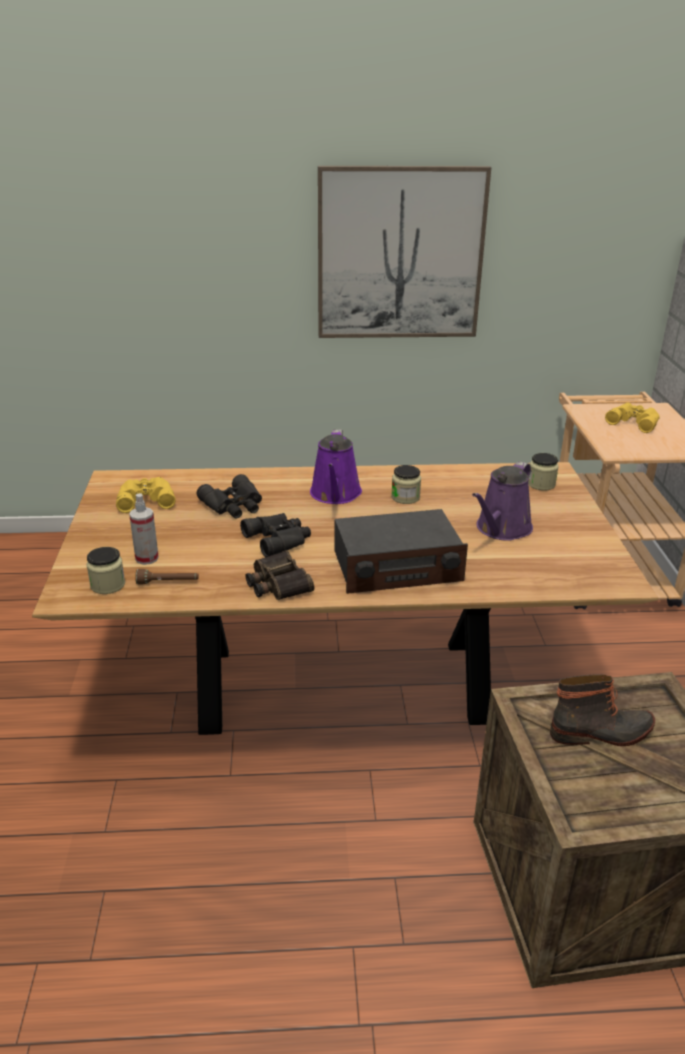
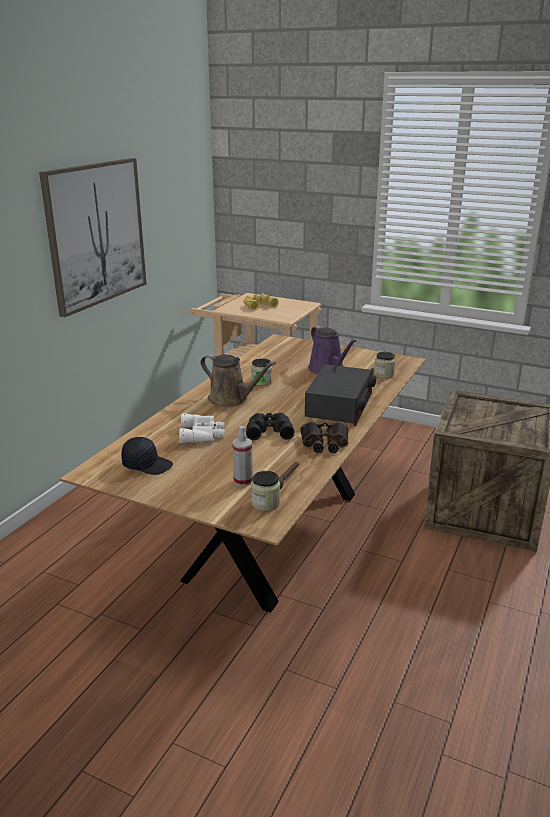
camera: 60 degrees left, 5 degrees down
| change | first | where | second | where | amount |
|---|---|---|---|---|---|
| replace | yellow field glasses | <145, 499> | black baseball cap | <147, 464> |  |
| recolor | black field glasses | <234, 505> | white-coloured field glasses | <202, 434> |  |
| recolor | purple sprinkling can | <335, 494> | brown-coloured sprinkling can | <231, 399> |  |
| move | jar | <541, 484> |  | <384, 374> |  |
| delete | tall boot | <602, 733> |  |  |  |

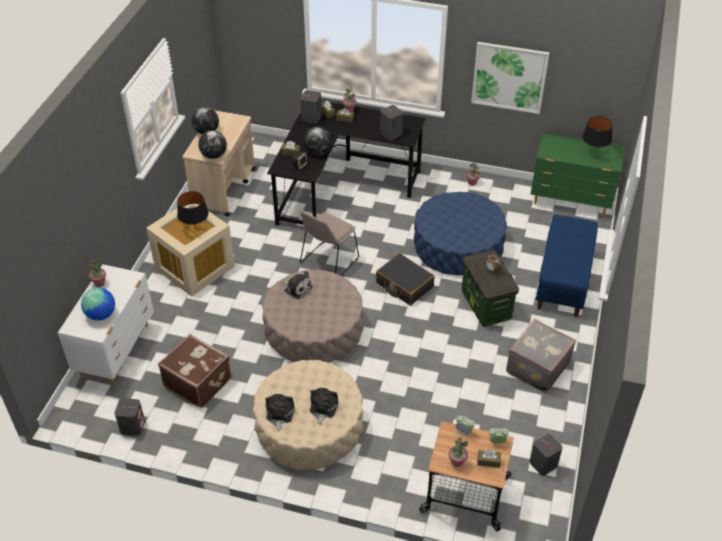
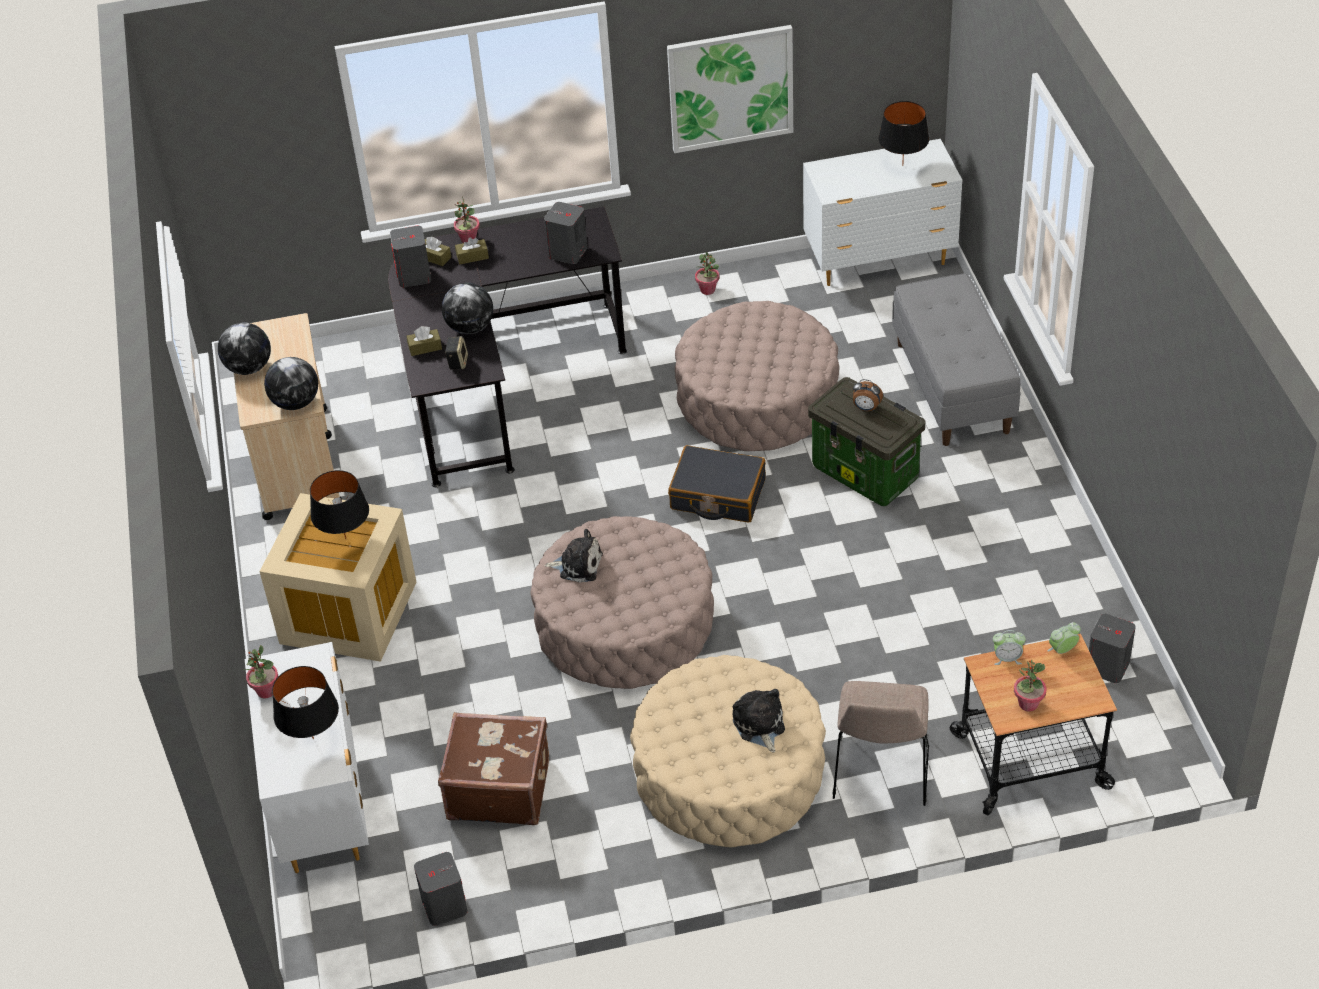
camera: 25 degrees left, 0 degrees up
| change | first | where | second | where | amount |
|---|---|---|---|---|---|
| replace | world globe | <101, 315> | black table lamp | <313, 738> |  |
| recolor | blue-coloured pouffe | <458, 246> | beige-coloured pouffe | <757, 399> |  |
| recolor | greenish dresser | <571, 201> | white-coloured dresser | <880, 260> |  |
| move | beige-coloured chair | <328, 262> |  | <881, 773> |  |
| recolor | blue-coloured long seat | <563, 281> | grey long seat | <953, 387> |  |
| delete | soft toy | <279, 414> |  |  |  |
| delete | brown-coloured tissue box | <488, 461> |  |  |  |
| delete | grey suitcase | <536, 367> |  |  |  |

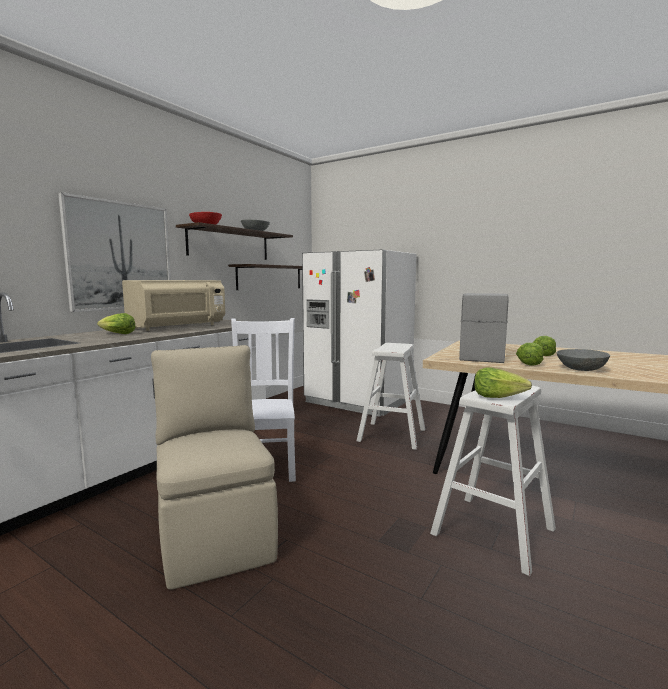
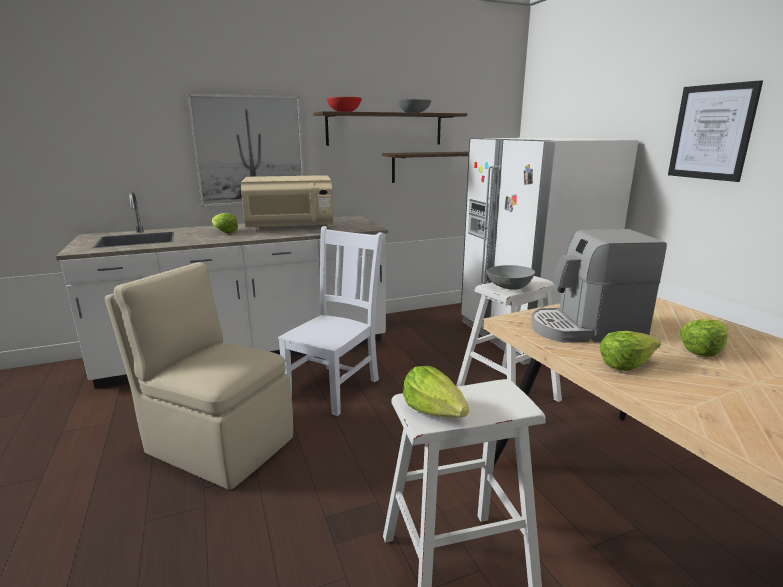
camera: 35 degrees right, 10 degrees up
| change | first | where | second | where | amount |
|---|---|---|---|---|---|
| rotate | beige-coloured chair | <216, 534> |  | <218, 443> | 75 degrees counterclockwise |
| move | grey bowl | <581, 369> |  | <510, 286> |  |
| rotate | coffee machine | <481, 356> |  | <585, 329> | 150 degrees counterclockwise |
| insert |  |  | picture | <712, 132> |  |

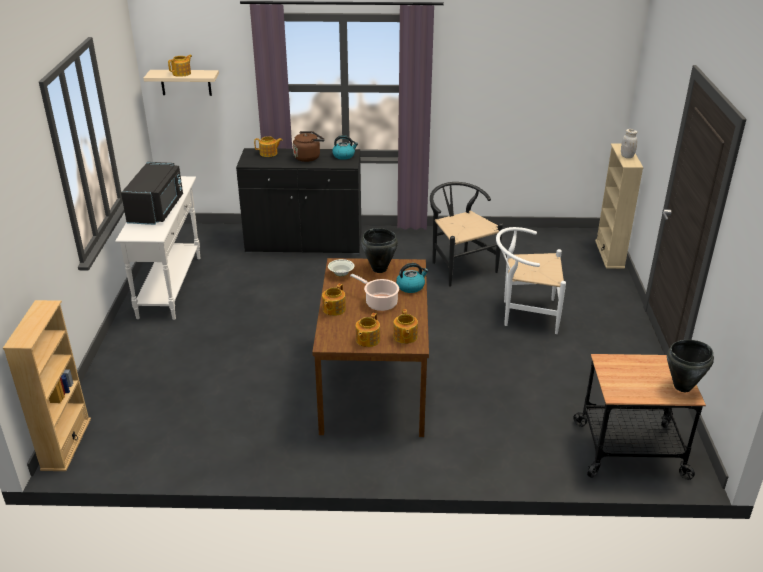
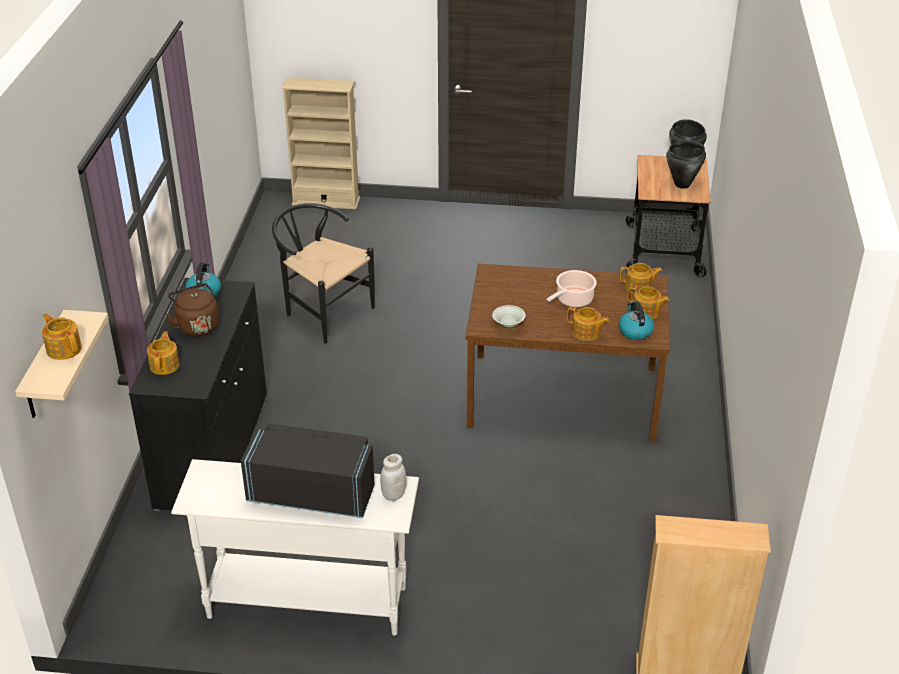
camera: 85 degrees left, 5 degrees up
| change | first | where | second | where | amount |
|---|---|---|---|---|---|
| rotate | black chair | <458, 266> |  | <322, 311> | 60 degrees clockwise |
| move | white-coloured jar | <627, 156> |  | <393, 495> |  |
| move | tea kettle | <411, 286> |  | <635, 331> |  |
| move | black cooking pot | <379, 269> |  | <682, 184> |  |
| delete | white-coloured chair | <524, 314> |  |  |  |

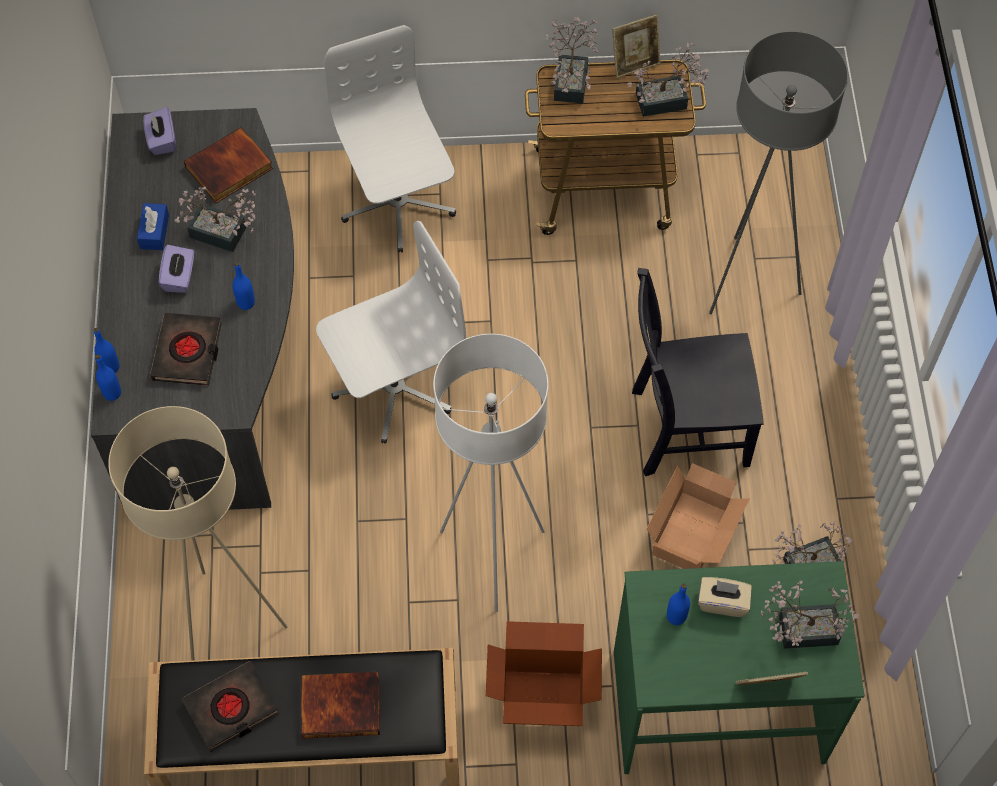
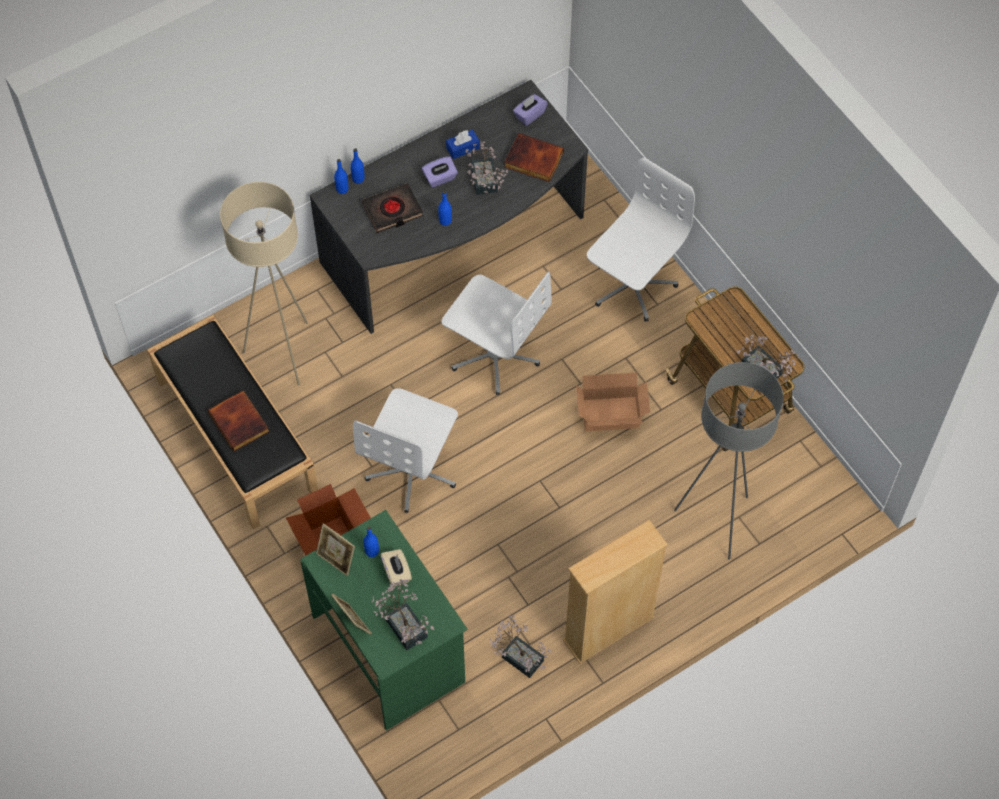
camera: 60 degrees right, 0 degrees up
| change | first | where | second | where | amount |
|---|---|---|---|---|---|
| move | photo frame | <634, 64> |  | <337, 559> |  |
| replace | white-coloured standing lamp | <492, 556> | white-coloured office chair | <412, 470> |  |
| insert |  |  | beige-coloured shelving unit | <608, 629> |  |
| move | cardboard box | <694, 532> |  | <612, 416> |  |
| delete | black bound book | <231, 708> |  |  |  |
| delete | houseplant | <572, 79> |  |  |  |
| delete | black chair | <684, 427> |  |  |  |

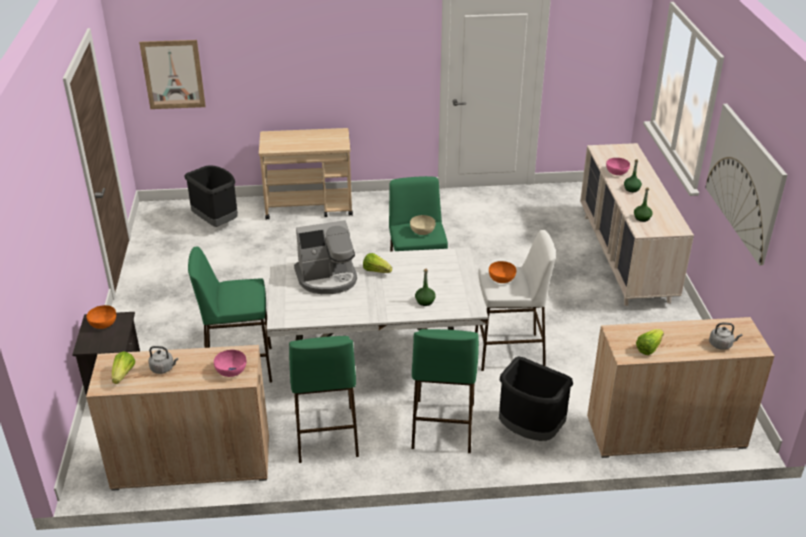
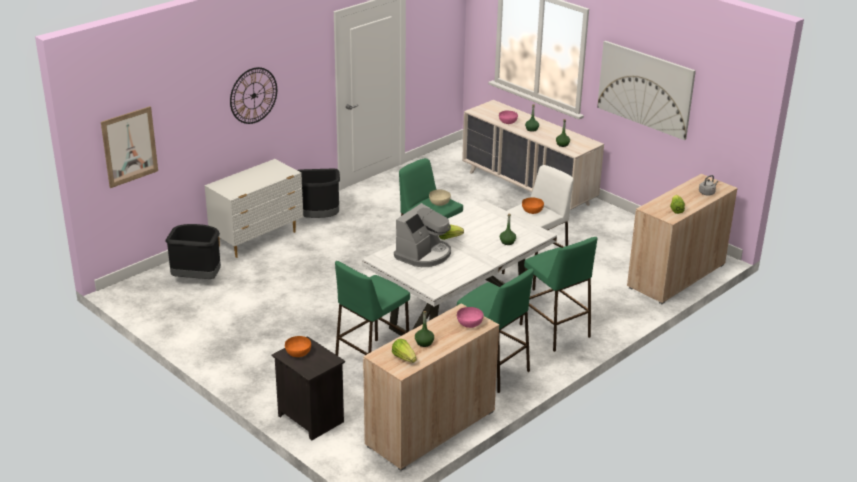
camera: 40 degrees left, 5 degrees down
| change | first | where | second | where | amount |
|---|---|---|---|---|---|
| replace | beige-coloured trolley | <309, 207> | white-coloured dresser | <258, 239> |  |
| insert |  |  | clock on the wall | <253, 95> |  |
| move | black rubbish bin | <529, 431> |  | <319, 218> |  |
| replace | grey tea kettle | <163, 368> | greenish drink bottle | <424, 342> |  |

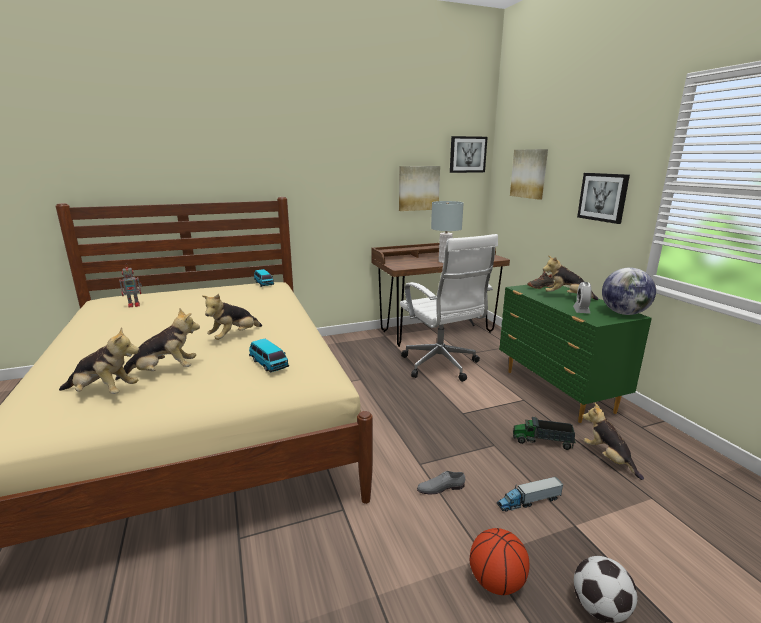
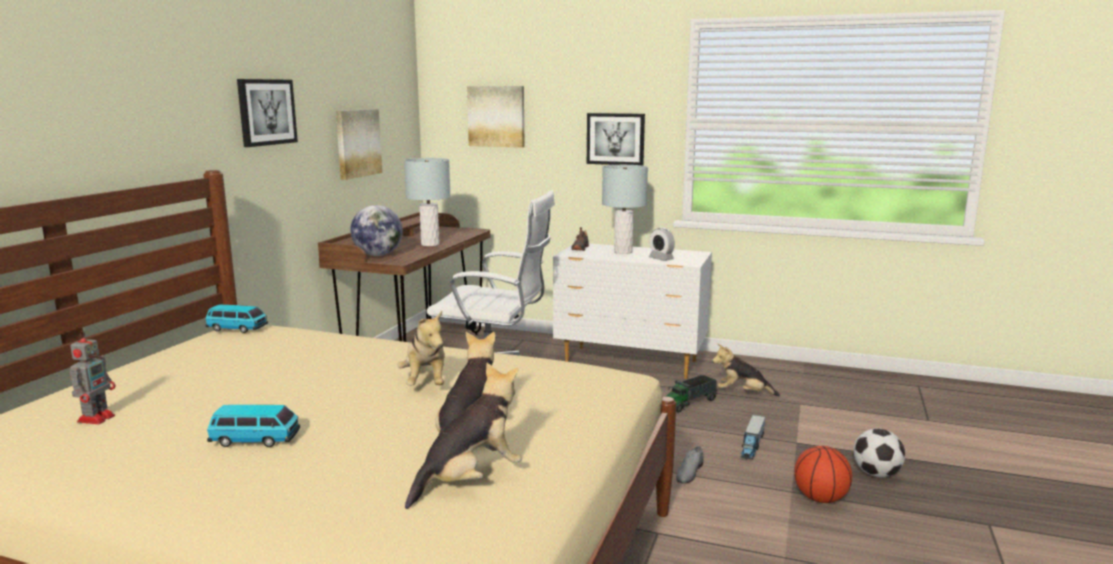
camera: 50 degrees left, 5 degrees down
| change | first | where | second | where | amount |
|---|---|---|---|---|---|
| move | toy car | <269, 364> |  | <255, 440> |  |
| move | picture | <467, 154> |  | <266, 112> |  |
| move | world globe | <623, 313> |  | <378, 255> |  |
| recolor | greenish dresser | <557, 391> | white-coloured dresser | <631, 363> |  |
| replace | soft toy | <566, 297> | grey table lamp | <623, 252> |  |

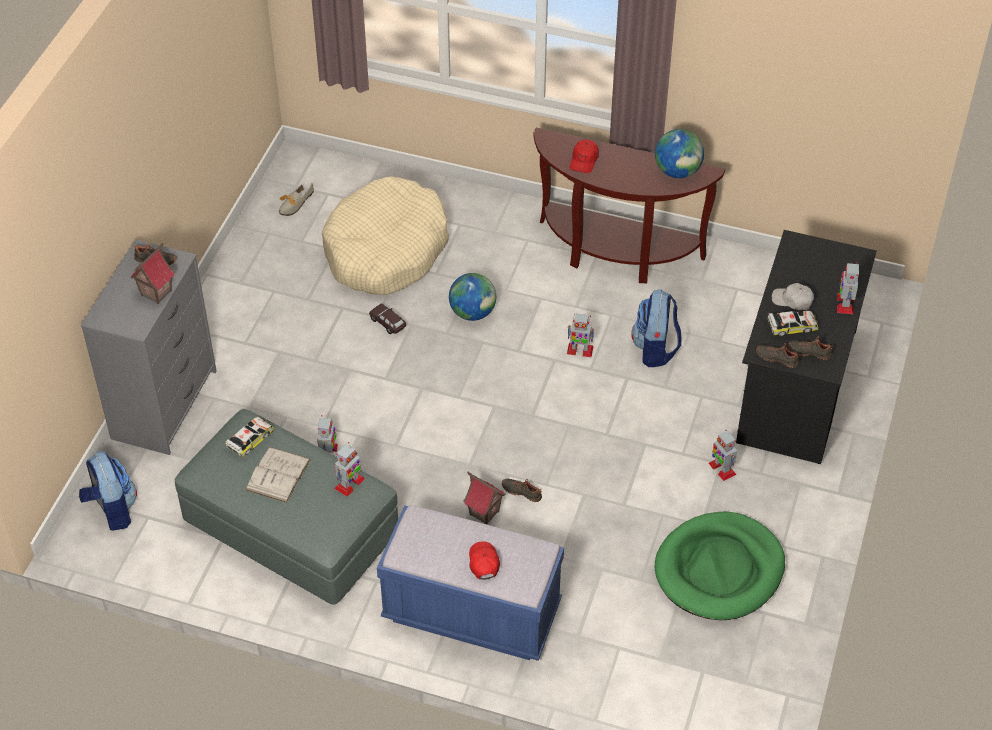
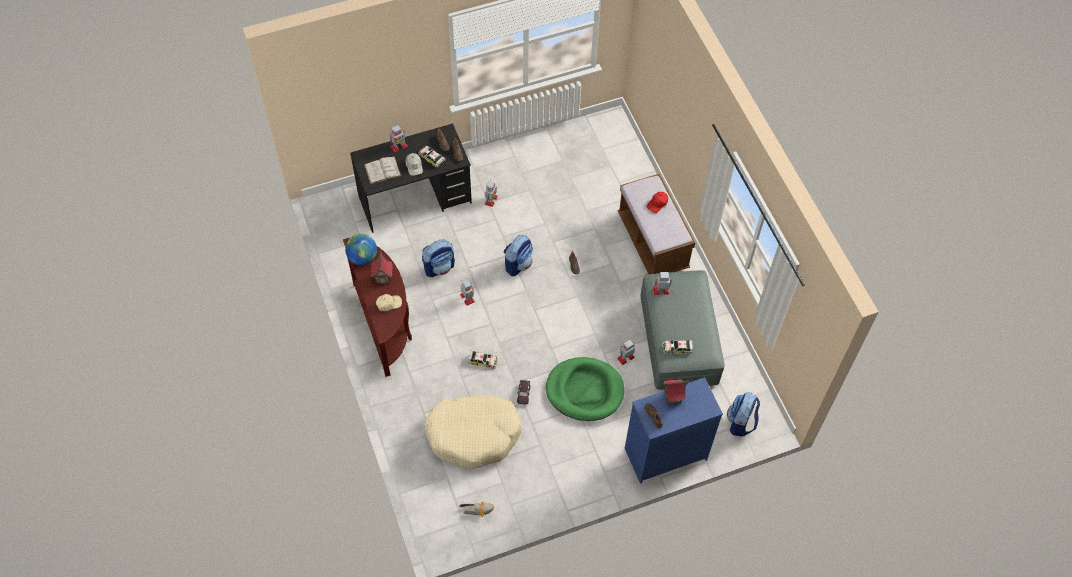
camera: 130 degrees left, 10 degrees up
| change | first | where | second | where | amount |
|---|---|---|---|---|---|
| move | white-coloured bound book | <278, 474> |  | <382, 170> |  |
| move | miniature house | <484, 513> |  | <383, 277> |  |
| recolor | reddish baseball cap | <584, 160> | beige-coloured baseball cap | <388, 304> |  |
| replace | world globe | <472, 312> | toy car | <483, 361> |  |
| insert |  |  | knapsack | <518, 264> |  |
| move | greenish dog cushion | <719, 569> |  | <584, 390> |  |
| recolor | blue-coloured long seat | <471, 613> | brown-coloured long seat | <652, 242> |  |
| recolor | grey dresser | <165, 405> | blue-coloured dresser | <665, 453> |  |

